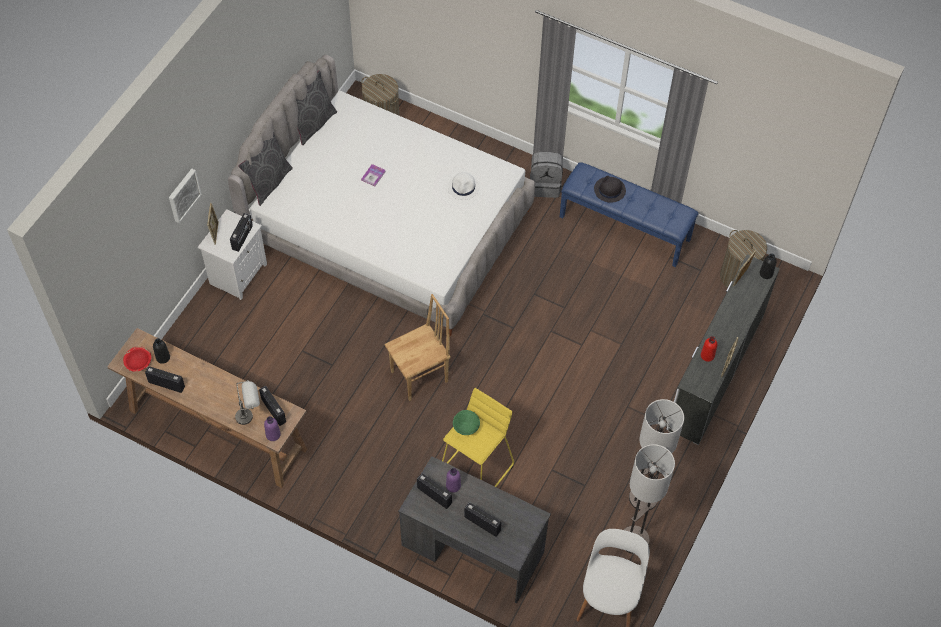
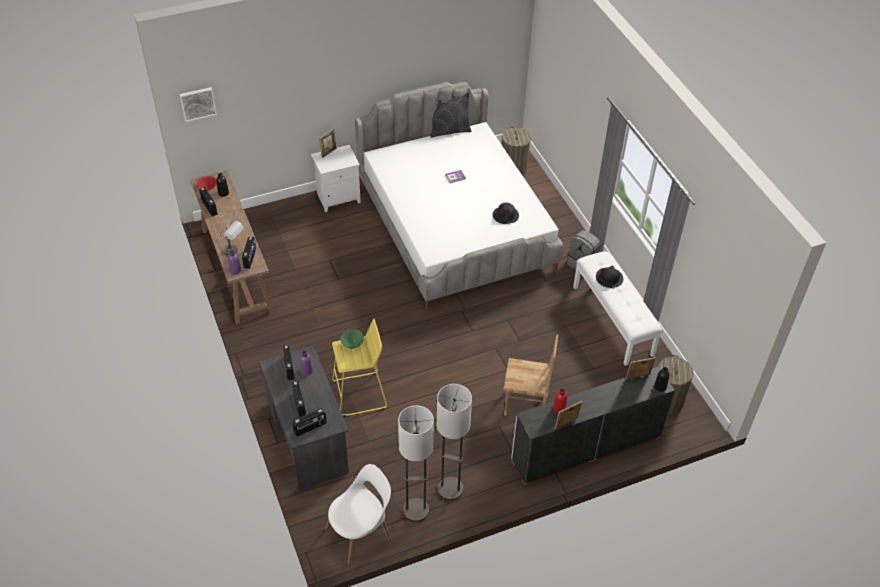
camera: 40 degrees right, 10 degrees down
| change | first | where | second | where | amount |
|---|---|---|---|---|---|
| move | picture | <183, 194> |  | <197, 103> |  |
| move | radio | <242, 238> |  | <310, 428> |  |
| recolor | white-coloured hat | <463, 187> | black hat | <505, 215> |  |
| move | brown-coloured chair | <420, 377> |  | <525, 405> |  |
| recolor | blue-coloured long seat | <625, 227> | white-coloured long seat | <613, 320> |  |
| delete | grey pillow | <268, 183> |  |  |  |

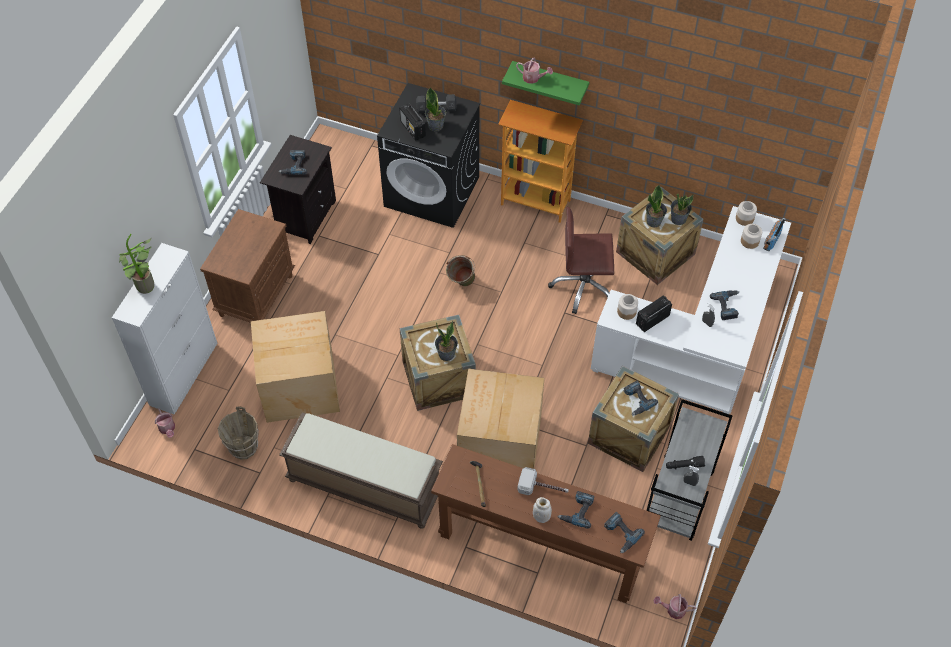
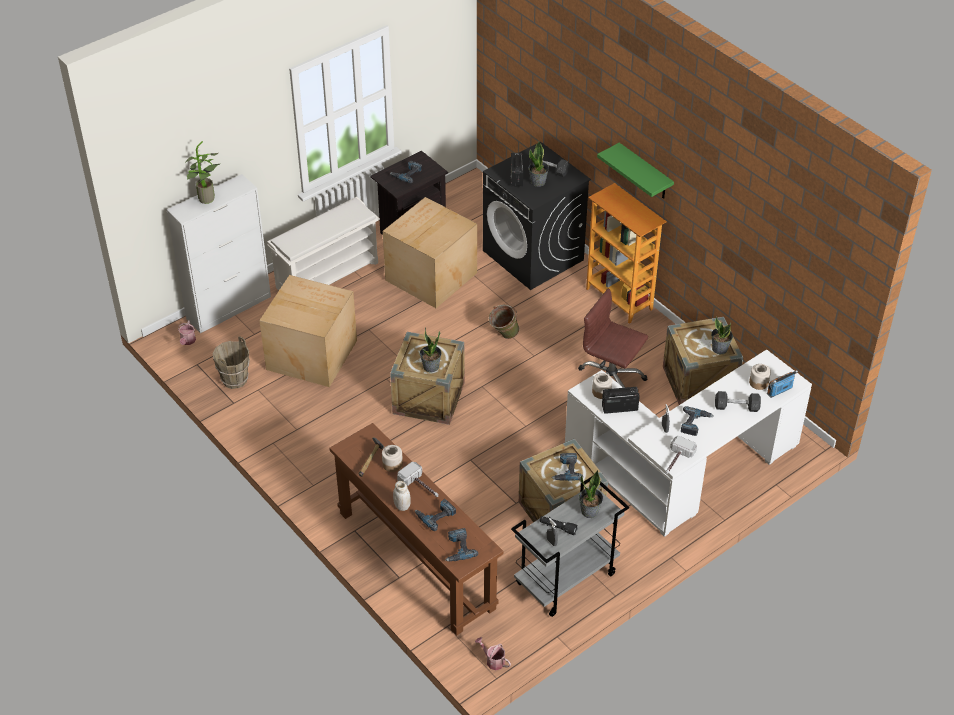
camera: 30 degrees right, 10 degrees down
| change | first | where | second | where | amount |
|---|---|---|---|---|---|
| replace | brown-coloured nightstand | <256, 294> | white-coloured shoe rack | <328, 274> |  |
| move | jar | <744, 219> |  | <392, 464> |  |
| move | cardboard box | <498, 444> |  | <429, 276> |  |
| move | houseplant | <654, 221> |  | <590, 511> |  |
| insert |  |  | hand hammer | <676, 461> |  |
| insert |  |  | grey free weight | <736, 407> |  |
| delete | brown-coloured long seat | <363, 485> |  |  |  |
| delete | sprinkling can | <533, 78> |  |  |  |

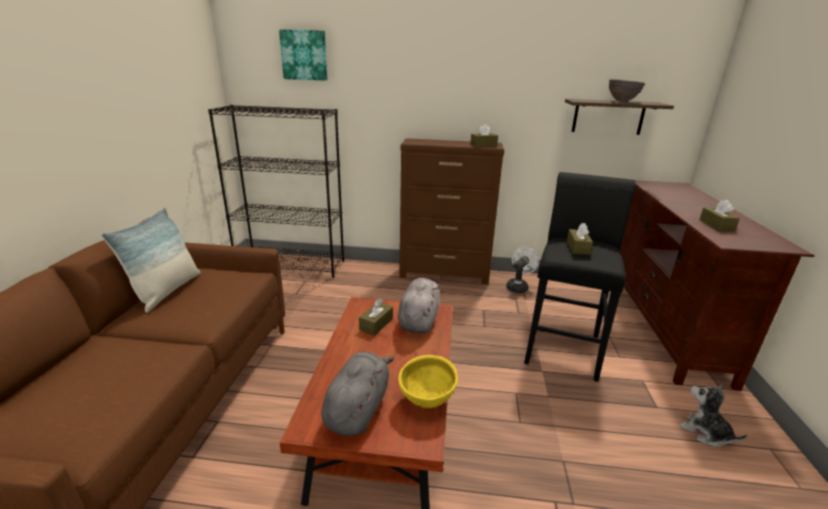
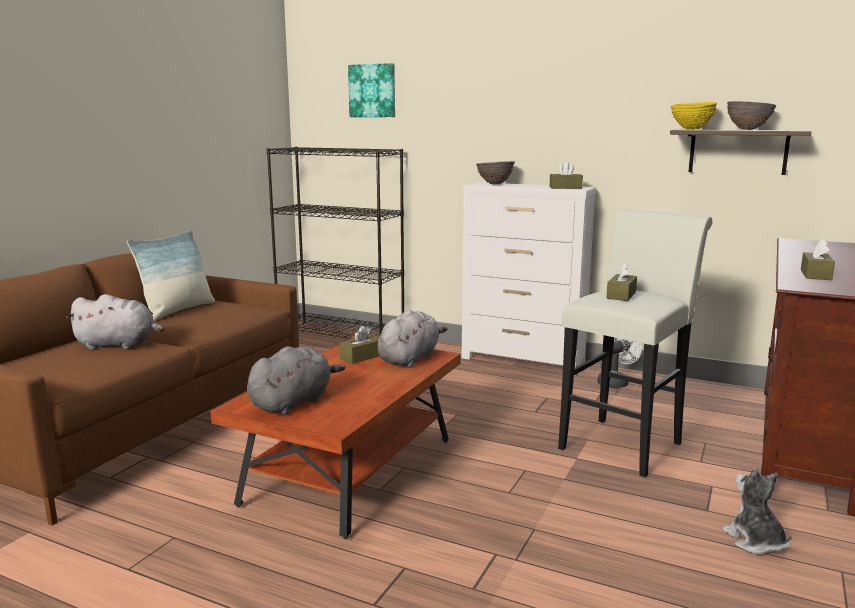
camera: 20 degrees right, 10 degrees down
| change | first | where | second | where | amount |
|---|---|---|---|---|---|
| insert |  |  | grey soft toy | <119, 345> |  |
| recolor | brown-coloured dresser | <445, 274> | white-coloured dresser | <523, 361> |  |
| insert |  |  | brown-coloured bowl | <494, 184> |  |
| recolor | black stool | <562, 347> | white-coloured stool | <625, 443> |  |
| move | yellow bowl | <427, 401> |  | <691, 129> |  |

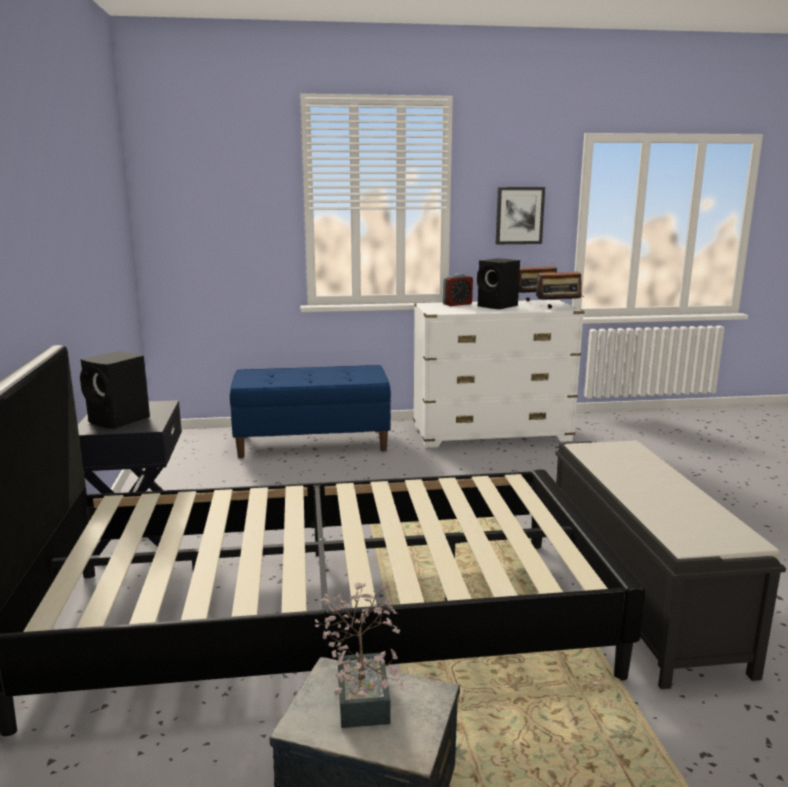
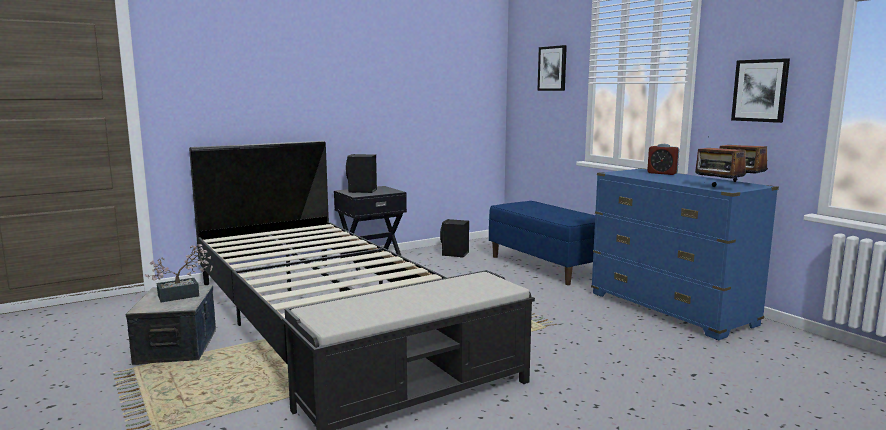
camera: 65 degrees right, 5 degrees down
| change | first | where | second | where | amount |
|---|---|---|---|---|---|
| move | black loudspeaker | <498, 306> |  | <454, 254> |  |
| insert |  |  | picture | <552, 68> |  |
| recolor | white-coloured dresser | <491, 434> | blue-coloured dresser | <670, 309> |  |

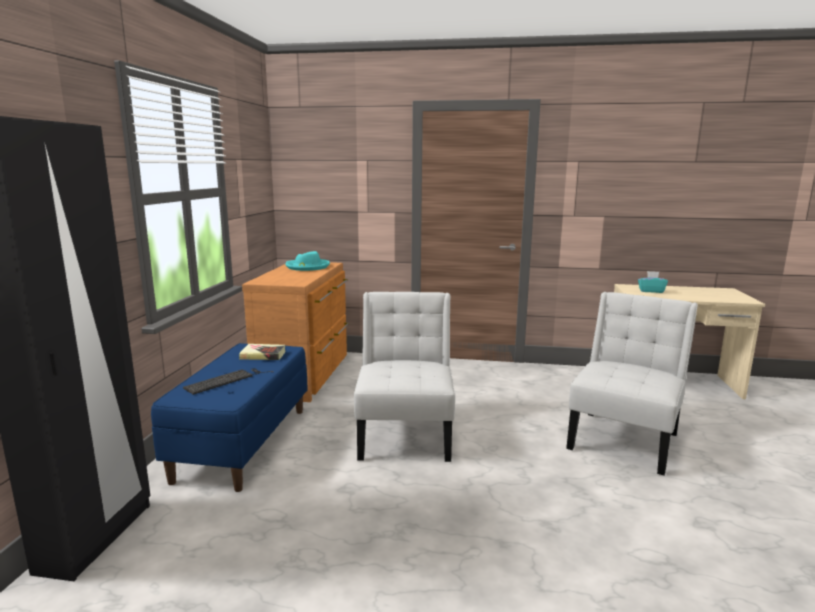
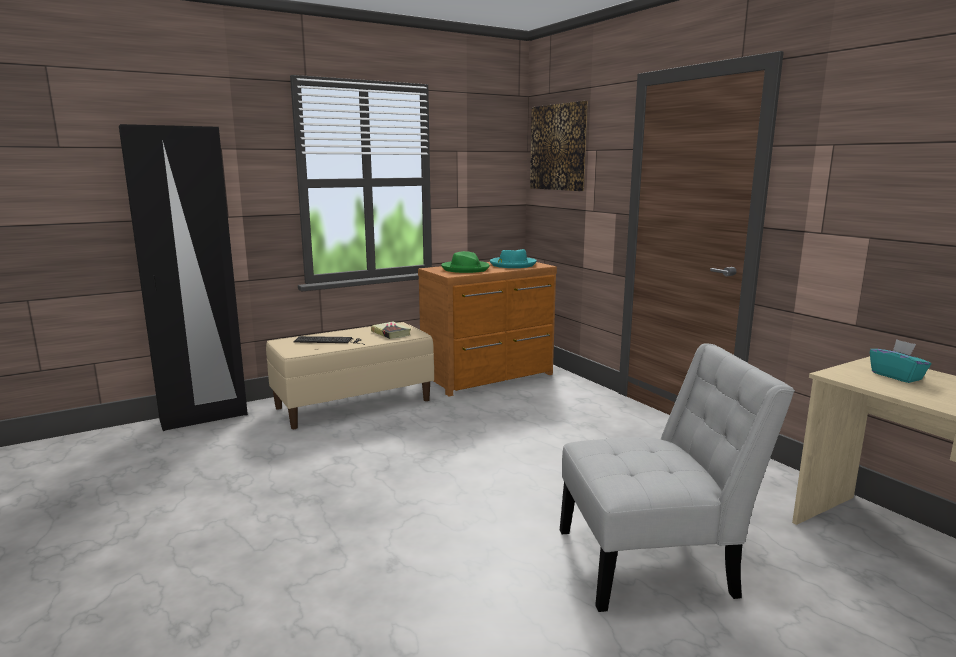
camera: 50 degrees right, 0 degrees up
| change | first | where | second | where | amount |
|---|---|---|---|---|---|
| recolor | blue-coloured long seat | <243, 442> | beige-coloured long seat | <354, 403> |  |
| insert |  |  | greenish hat | <465, 269> |  |
| insert |  |  | picture | <558, 147> |  |
| delete | white-coloured chair | <406, 434> |  |  |  |

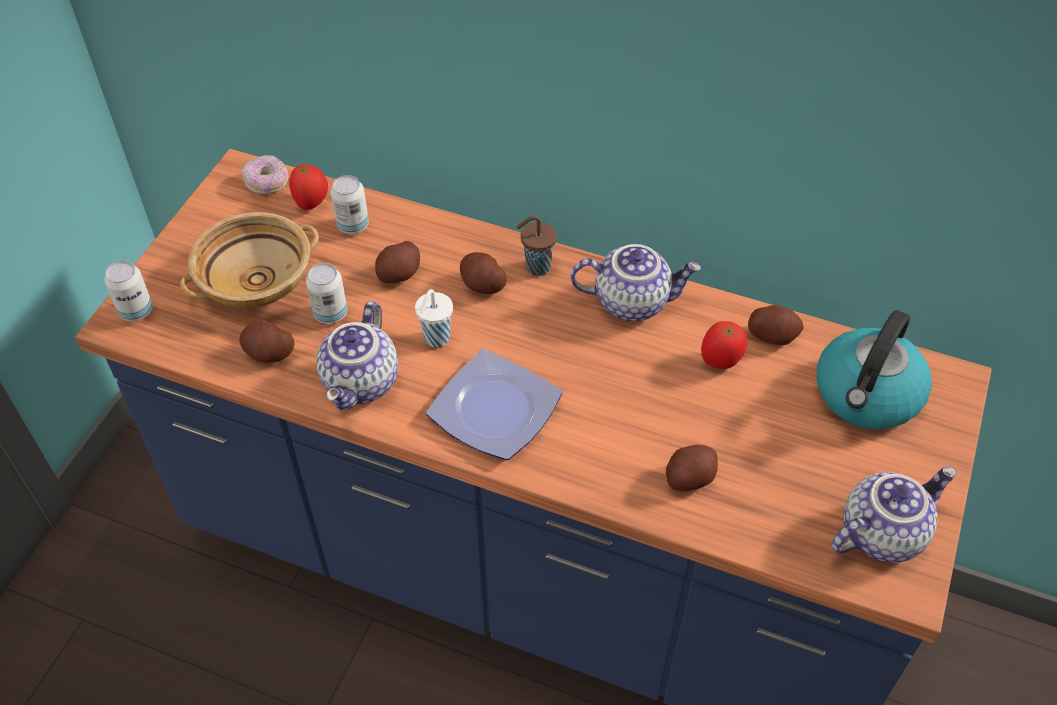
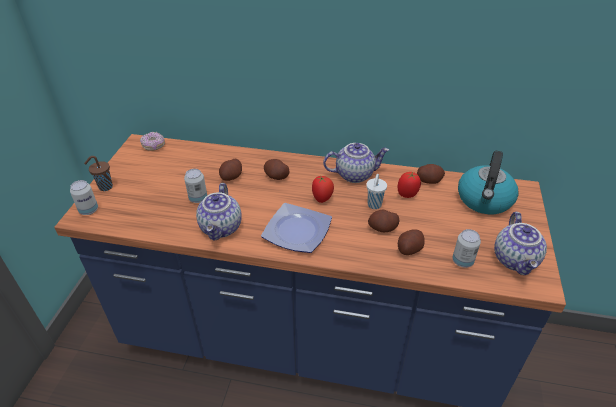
camera: 10 degrees left, 10 degrees down
| change | first | where | second | where | amount |
|---|---|---|---|---|---|
| move | brown-coloured cup | <536, 267> |  | <105, 187> |  |
| move | fresh tomato | <311, 203> |  | <322, 198> |  |
| move | white-coloured cup | <435, 339> |  | <374, 205> |  |
| move | spud | <269, 353> |  | <382, 228> |  |
| move | sealed can | <353, 225> |  | <462, 261> |  |
| rotate | pot for tea | <881, 532> |  | <516, 260> | 135 degrees clockwise |
| delete | beige-coloured bowl | <257, 280> |  |  |  |

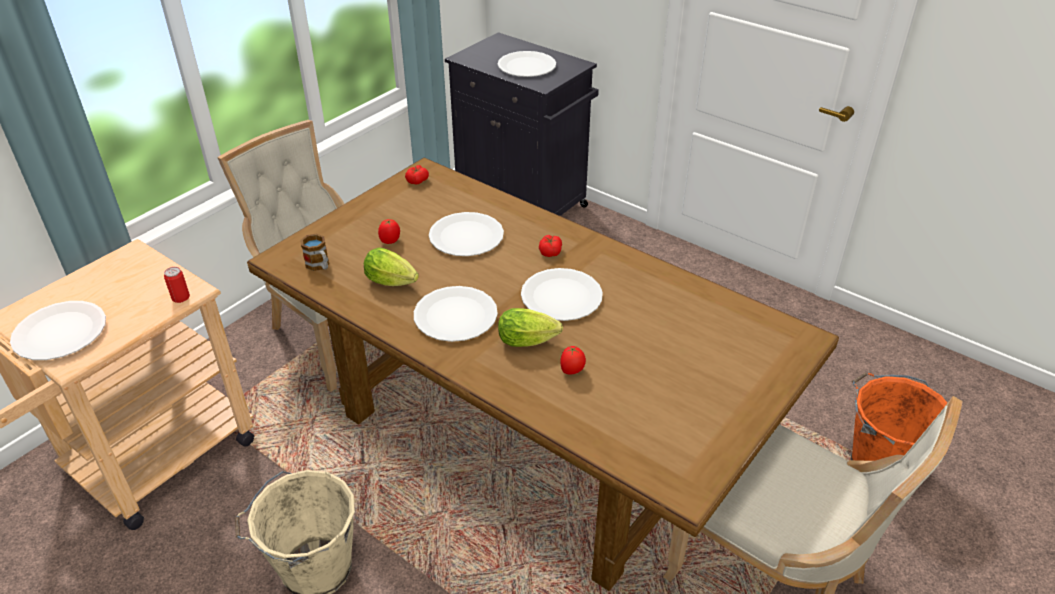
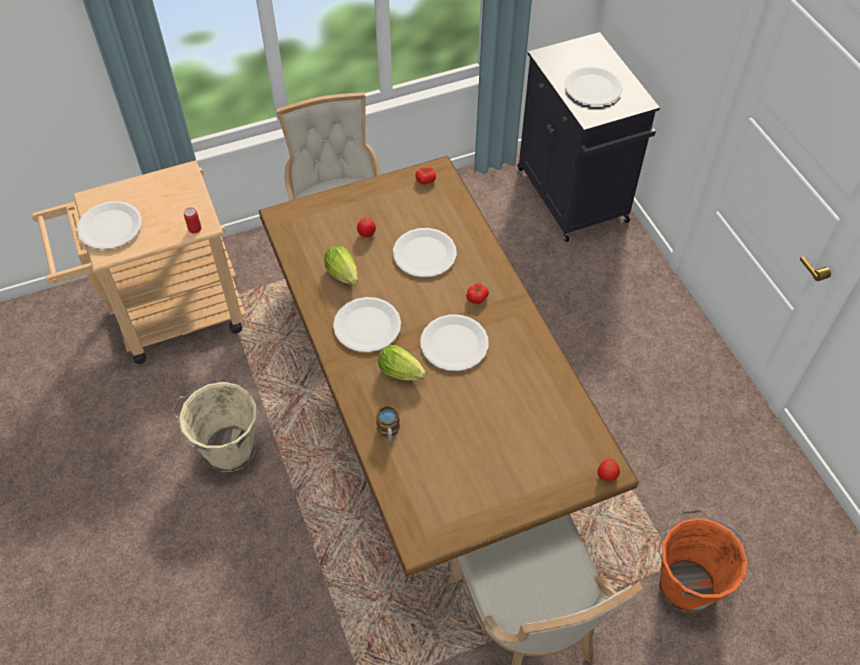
camera: 30 degrees right, 15 degrees up
| change | first | where | second | where | amount |
|---|---|---|---|---|---|
| move | mug | <319, 266> |  | <388, 431> |  |
| move | fresh tomato | <572, 371> |  | <607, 476> |  |

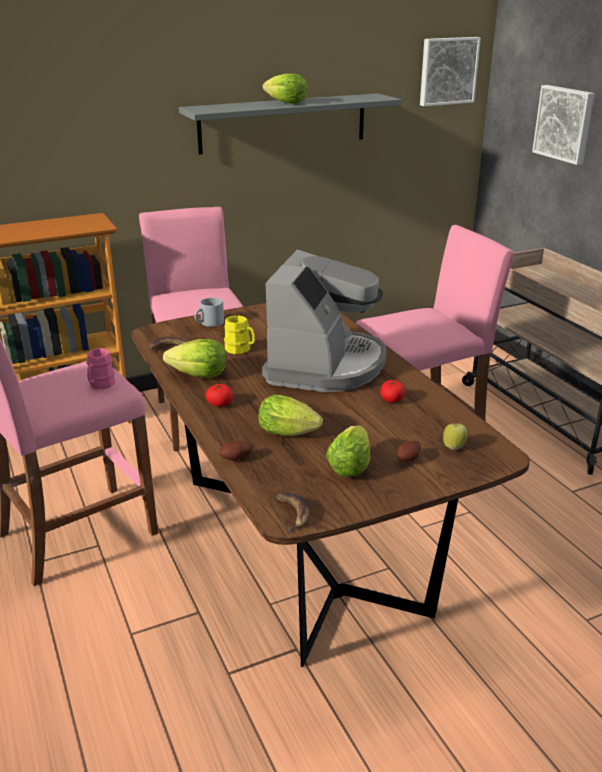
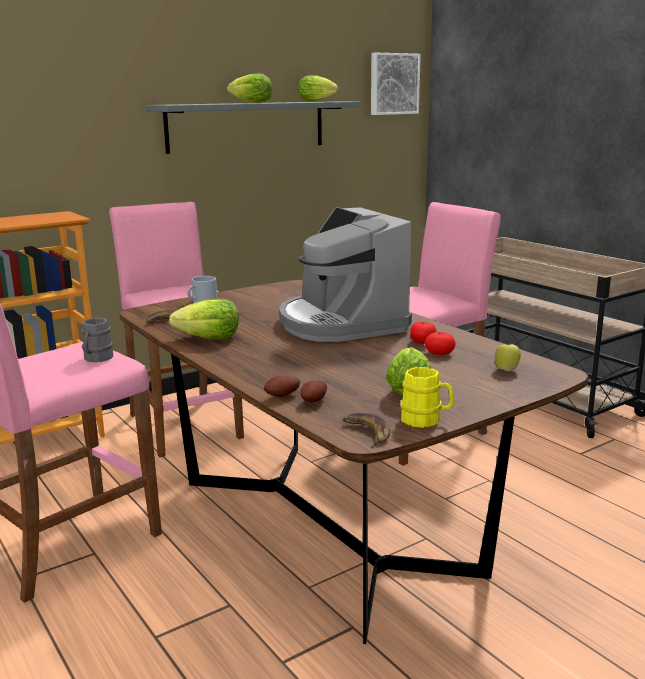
camera: 10 degrees left, 10 degrees down
| change | first | where | second | where | amount |
|---|---|---|---|---|---|
| recolor | pinkish mug | <100, 385> | grey mug | <96, 359> |  |
| rotate | coffee machine | <325, 365> |  | <340, 323> | 150 degrees clockwise |
| move | lettuce head | <291, 433> |  | <318, 101> |  |
| move | spud | <409, 459> |  | <315, 401> |  |
| move | yellow mug | <240, 349> |  | <426, 420> |  |
| move | fresh tomato | <220, 403> |  | <439, 353> |  |
| delete | picture | <565, 123> |  |  |  |

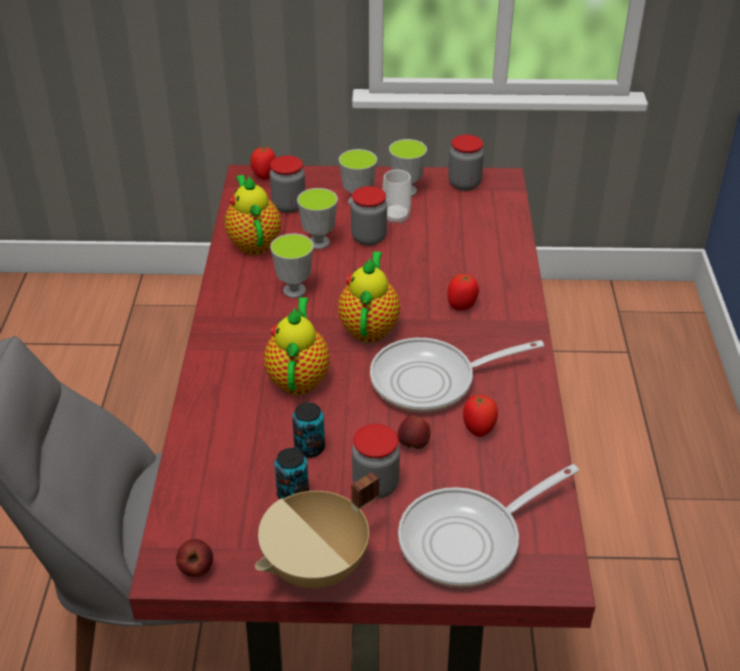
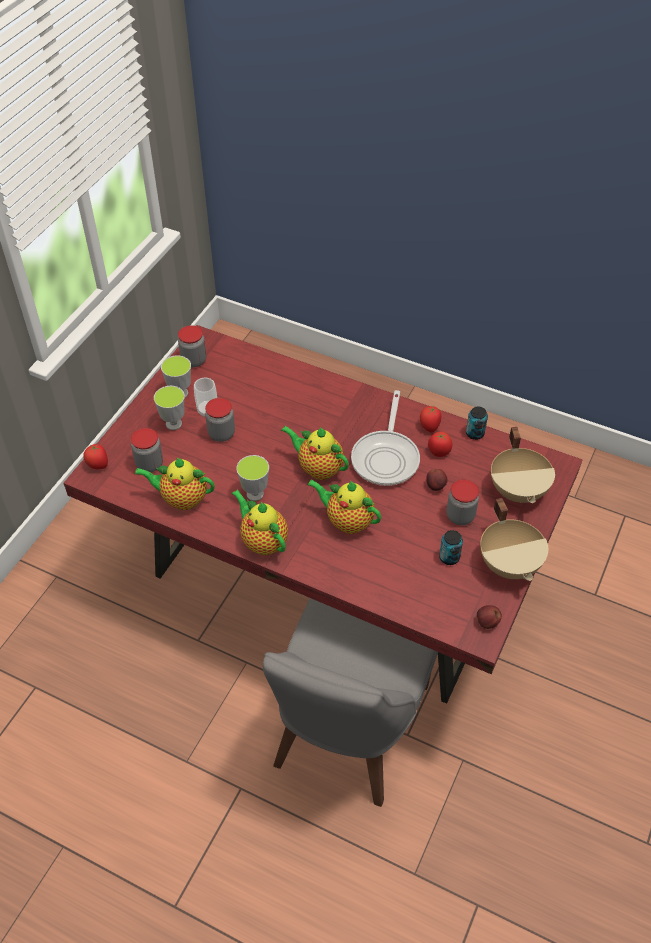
camera: 65 degrees left, 10 degrees up
| change | first | where | second | where | amount |
|---|---|---|---|---|---|
| insert |  |  | pot for tea | <262, 541> |  |
| move | fresh tomato | <462, 306> |  | <429, 427> |  |
| move | sealed can | <309, 448> |  | <475, 433> |  |
| replace | skillet | <468, 539> | beige-coloured cooking pot | <519, 490> |  |
| delete | cup | <319, 242> |  |  |  |

